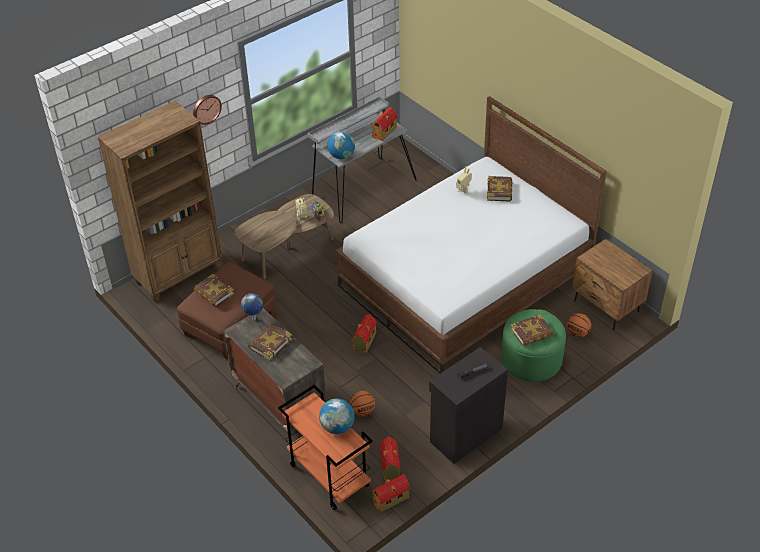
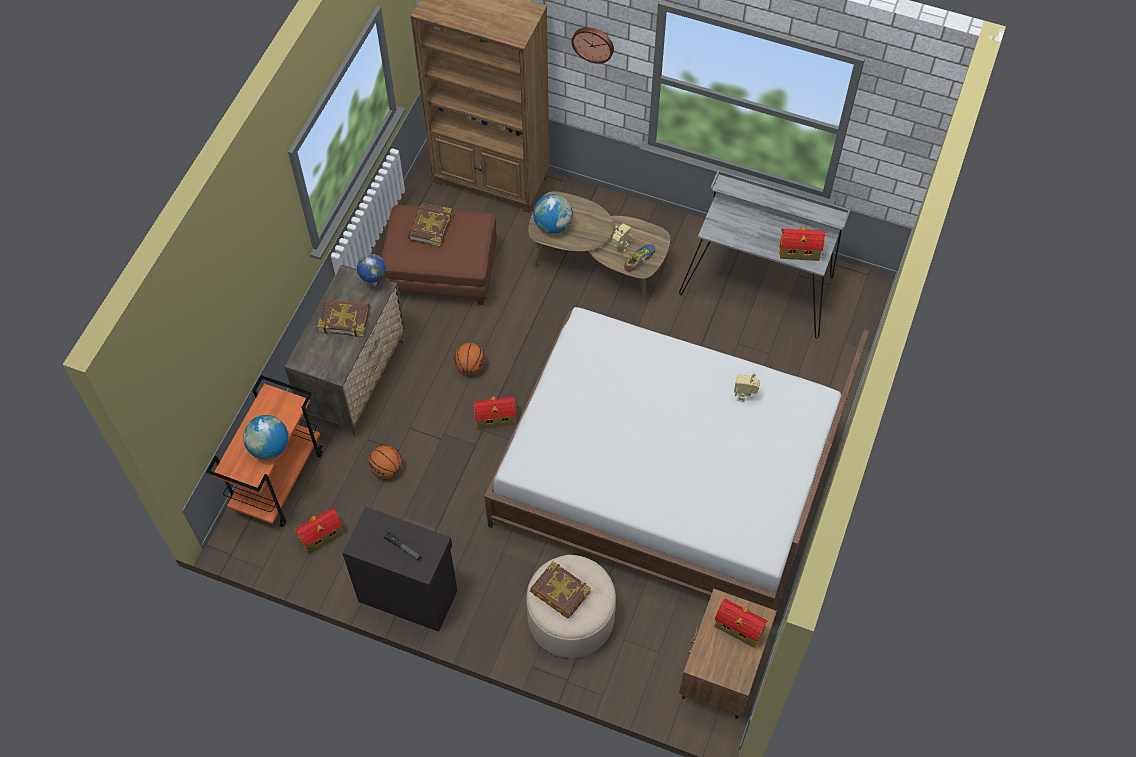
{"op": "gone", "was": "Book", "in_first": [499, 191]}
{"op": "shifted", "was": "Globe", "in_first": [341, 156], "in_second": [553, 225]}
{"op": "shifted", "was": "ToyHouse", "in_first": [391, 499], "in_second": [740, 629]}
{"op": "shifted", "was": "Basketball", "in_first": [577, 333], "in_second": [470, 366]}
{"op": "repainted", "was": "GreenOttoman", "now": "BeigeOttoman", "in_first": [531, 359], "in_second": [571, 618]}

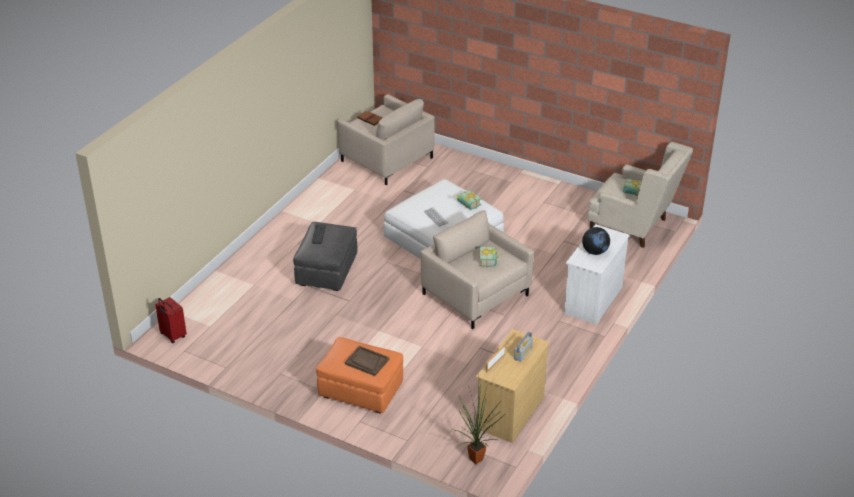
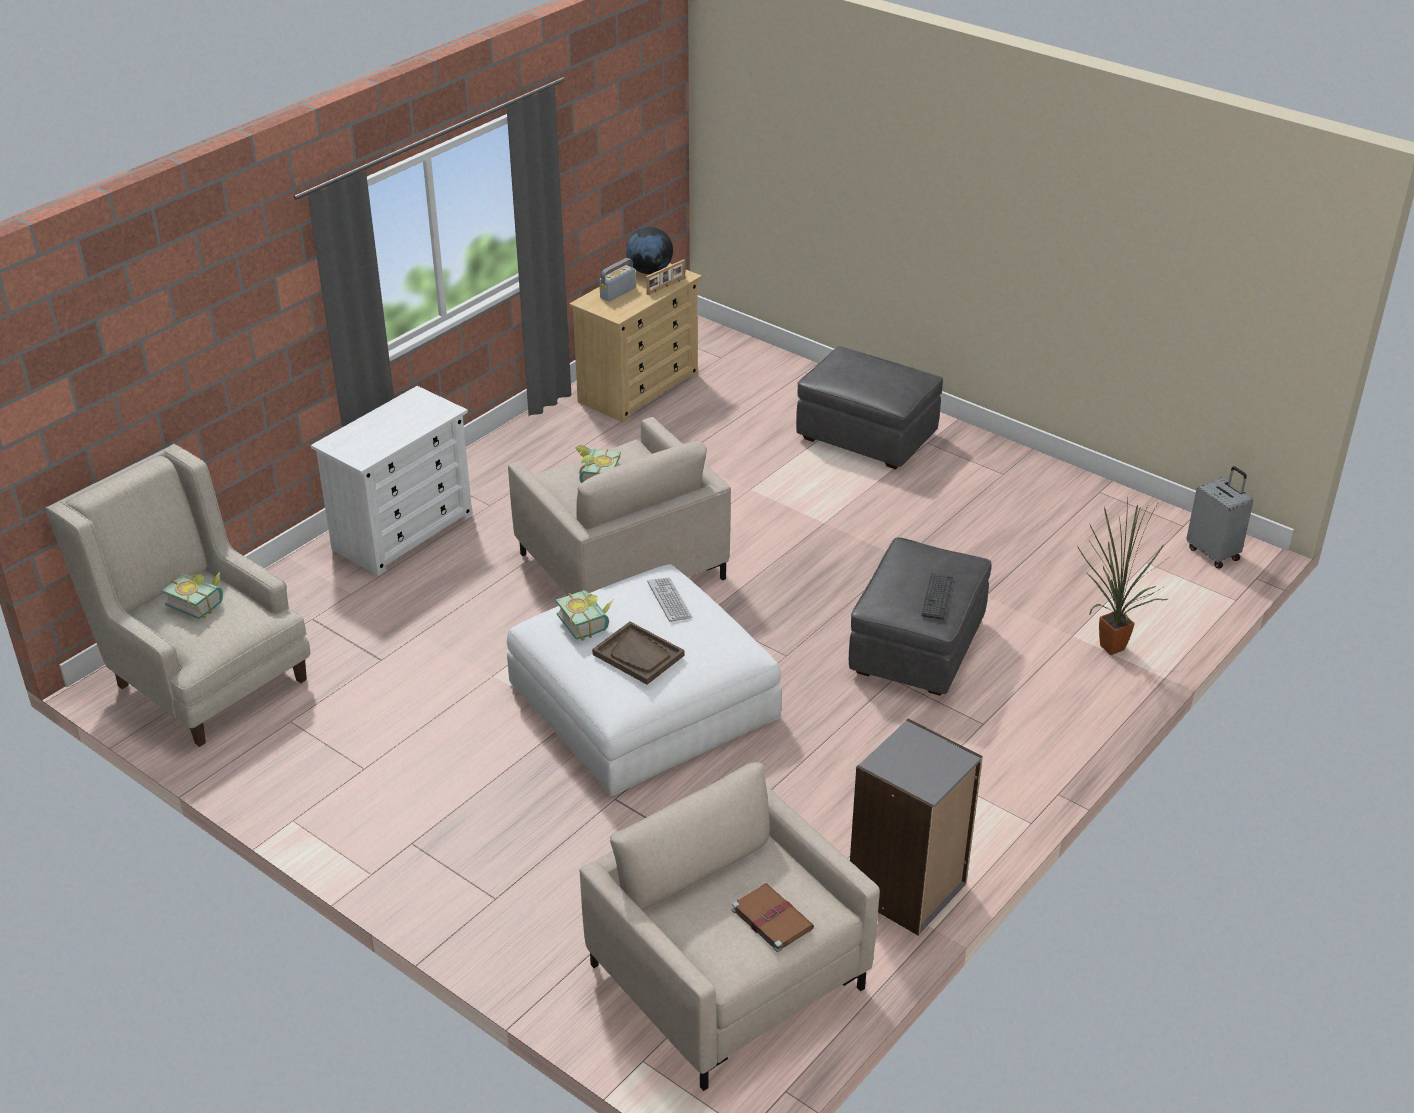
{"op": "new", "now": "GreyBookcase", "in_second": [908, 890]}
{"op": "shifted", "was": "BrownTray", "in_first": [367, 362], "in_second": [638, 655]}
{"op": "shifted", "was": "PottedPlant", "in_first": [478, 459], "in_second": [1108, 649]}
{"op": "shifted", "was": "Globe", "in_first": [595, 252], "in_second": [649, 271]}
{"op": "repainted", "was": "RedSuitcase", "now": "GreySuitcase", "in_first": [172, 336], "in_second": [1214, 553]}
{"op": "repainted", "was": "OrangeOttoman", "now": "GreyOttoman", "in_first": [361, 391], "in_second": [867, 437]}

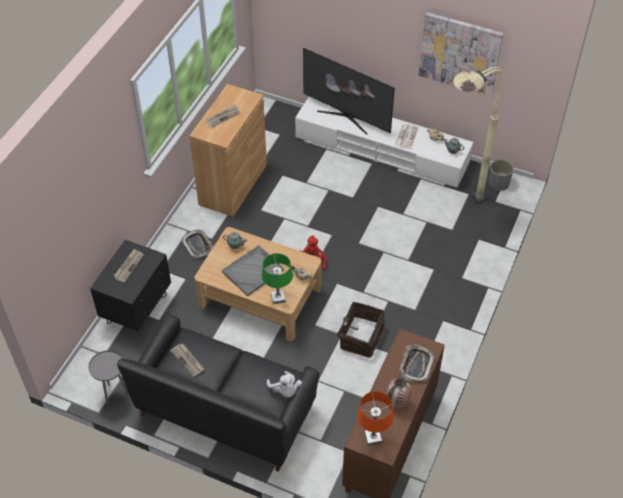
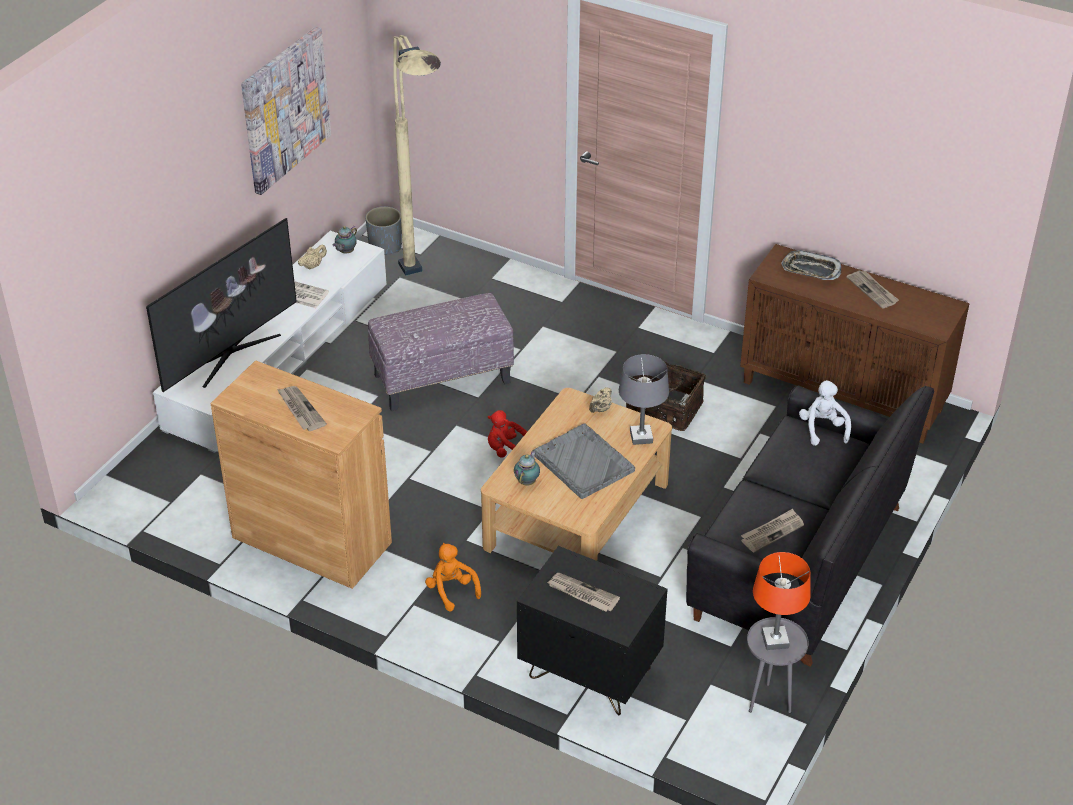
{"op": "new", "now": "Ottoman", "in_second": [442, 378]}
{"op": "shifted", "was": "OrangeTableLamp", "in_first": [373, 438], "in_second": [775, 640]}
{"op": "swapped", "was": "Tray", "now": "OrangePlushToy", "in_first": [198, 245], "in_second": [451, 590]}
{"op": "swapped", "was": "Vase", "now": "Newspaper", "in_first": [397, 403], "in_second": [873, 290]}
{"op": "repainted", "was": "GreenTableLamp", "now": "GreyTableLamp", "in_first": [278, 298], "in_second": [641, 437]}
{"op": "rotated", "was": "WhitePlushToy", "in_first": [285, 390], "in_second": [823, 429], "clockwise": -75}

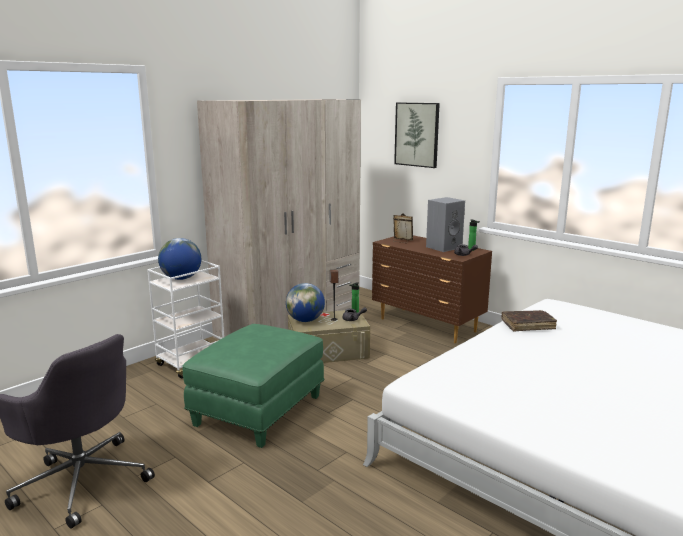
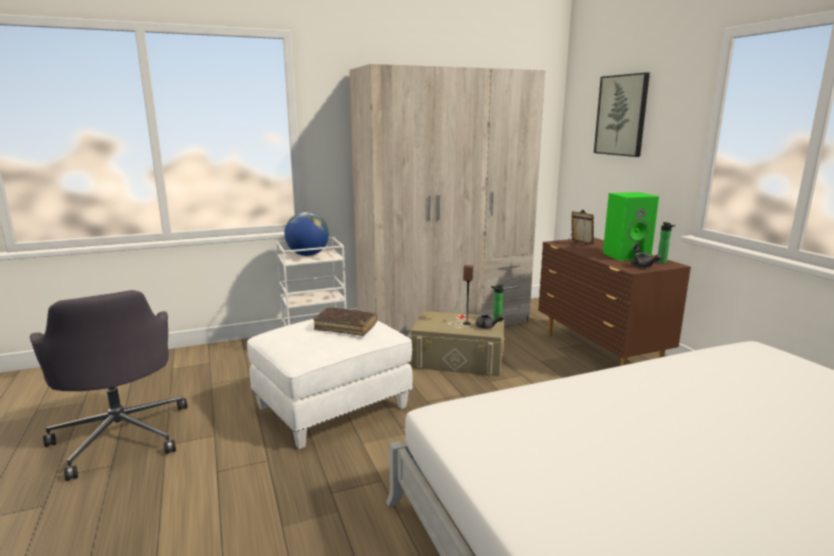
{"op": "gone", "was": "Globe", "in_first": [305, 320]}
{"op": "shifted", "was": "BrownBook", "in_first": [527, 325], "in_second": [346, 327]}
{"op": "repainted", "was": "GreenOttoman", "now": "WhiteOttoman", "in_first": [258, 409], "in_second": [333, 406]}
{"op": "repainted", "was": "GreySpeaker", "now": "GreenSpeaker", "in_first": [444, 247], "in_second": [626, 255]}

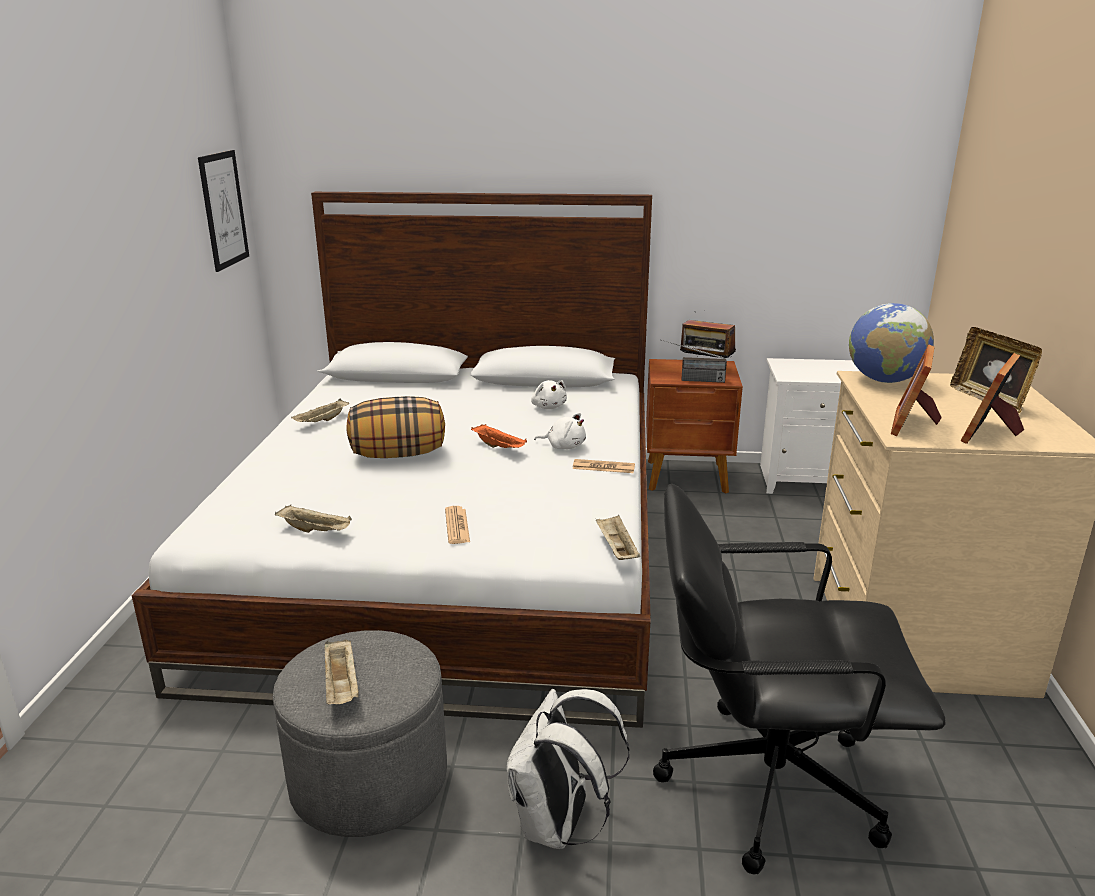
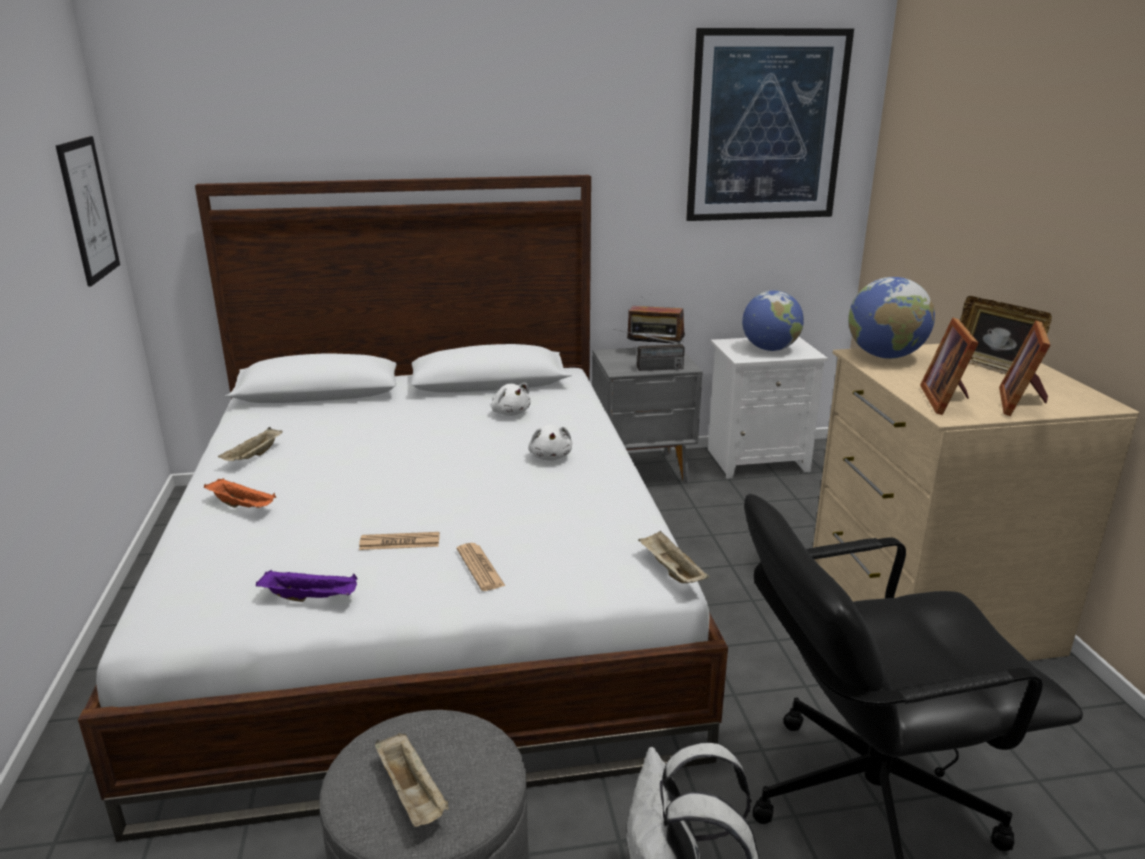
{"op": "gone", "was": "Pillow", "in_first": [398, 454]}
{"op": "new", "now": "Picture", "in_second": [766, 127]}
{"op": "new", "now": "Globe", "in_second": [770, 349]}
{"op": "shifted", "was": "OrangeTray", "in_first": [500, 447], "in_second": [243, 506]}
{"op": "shifted", "was": "Newspaper", "in_first": [603, 467], "in_second": [400, 542]}
{"op": "repainted", "was": "BeigeTray", "now": "PurpleTray", "in_first": [316, 530], "in_second": [311, 597]}
{"op": "repainted", "was": "BrownNightstand", "now": "GreyNightstand", "in_first": [688, 477], "in_second": [643, 471]}
{"op": "rotated", "was": "WhitePlushToy", "in_first": [564, 446], "in_second": [550, 456], "clockwise": 75}

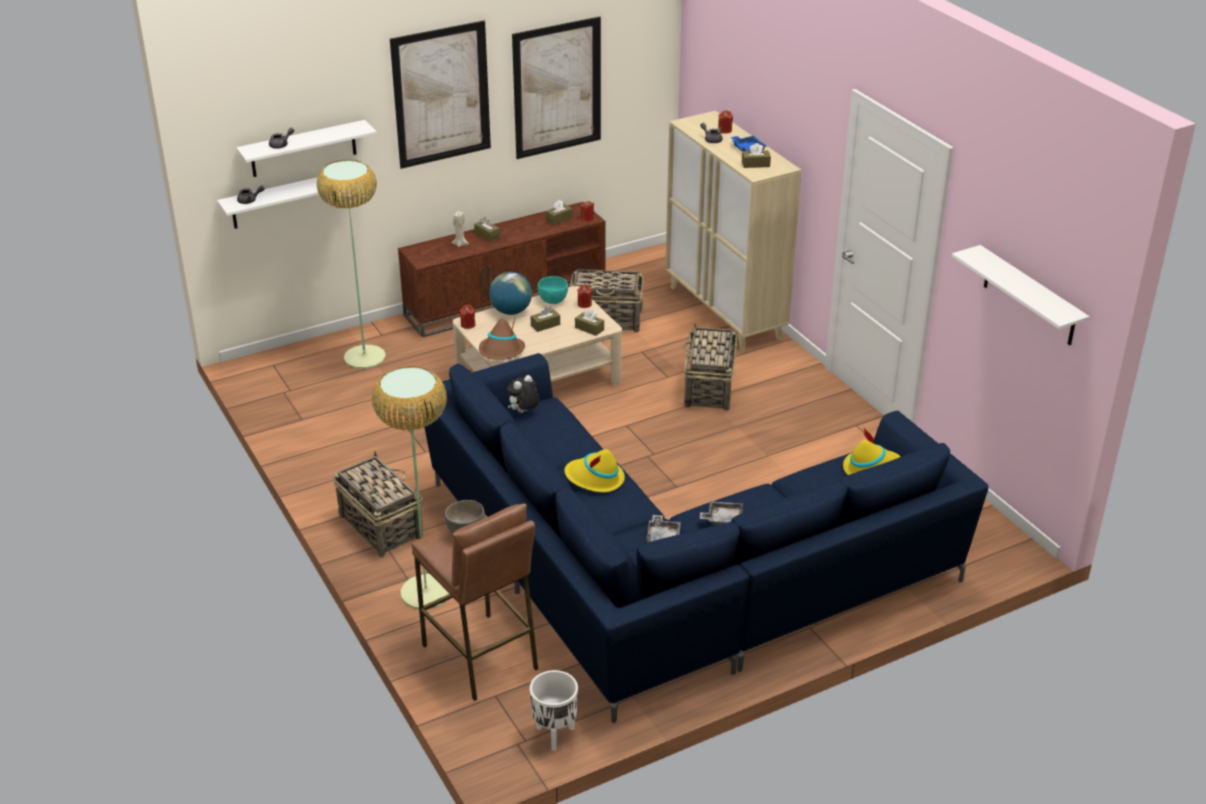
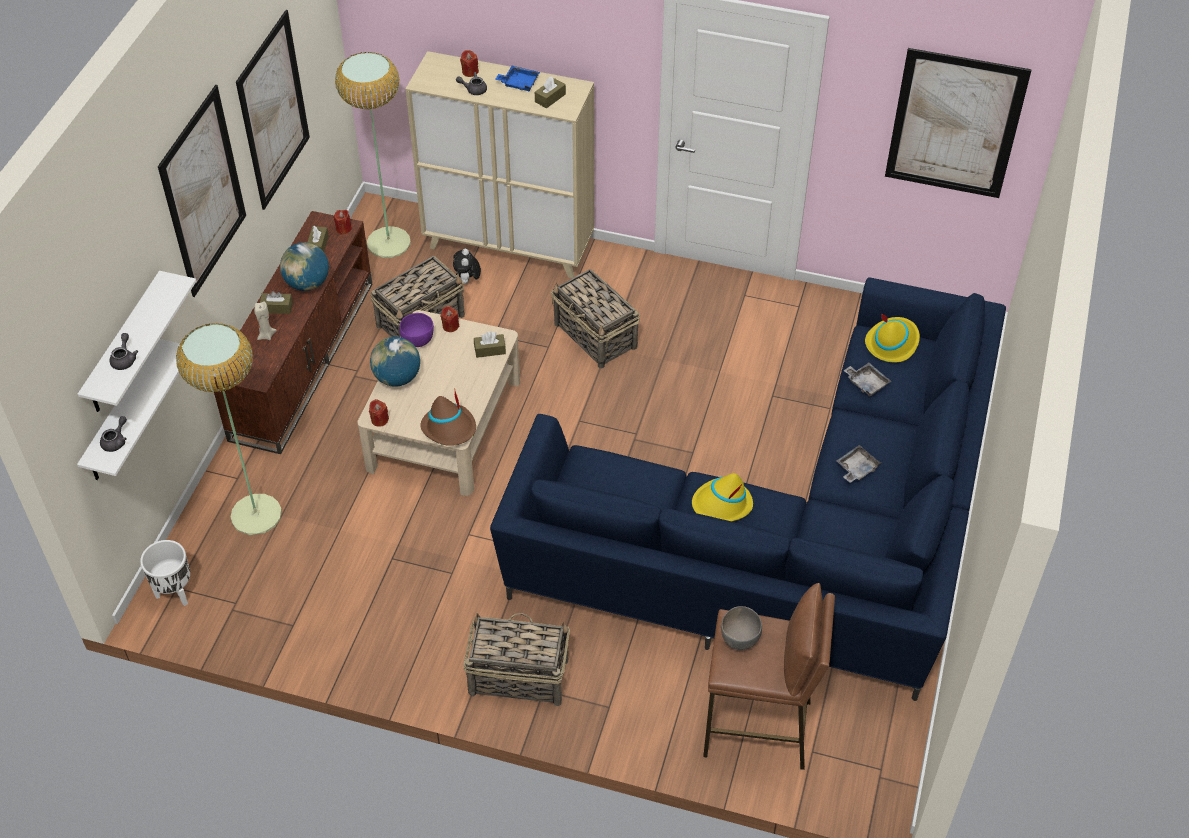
{"op": "gone", "was": "BrownTissueBox", "in_first": [545, 325]}
{"op": "new", "now": "Globe", "in_second": [307, 284]}
{"op": "shifted", "was": "FloorLamp", "in_first": [425, 592], "in_second": [388, 243]}
{"op": "shifted", "was": "PlushToy", "in_first": [523, 412], "in_second": [467, 281]}
{"op": "shifted", "was": "WhitePlanter", "in_first": [554, 735], "in_second": [175, 593]}
{"op": "shifted", "was": "GreyTray", "in_first": [663, 537], "in_second": [866, 383]}
{"op": "swapped", "was": "WhiteShelf", "now": "Picture", "in_first": [1029, 297], "in_second": [955, 124]}
{"op": "repainted", "was": "TurquoiseBowl", "now": "PurpleBowl", "in_first": [552, 301], "in_second": [417, 341]}

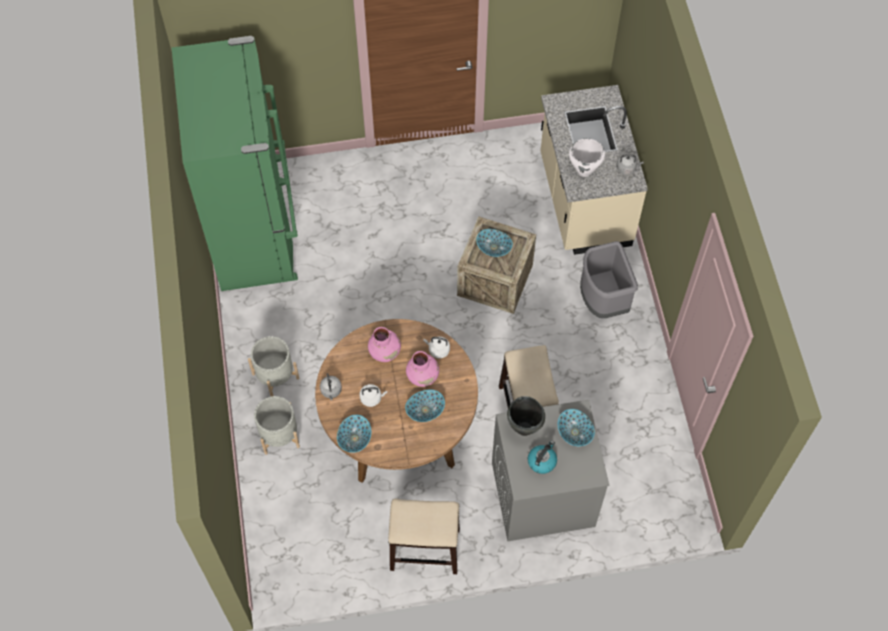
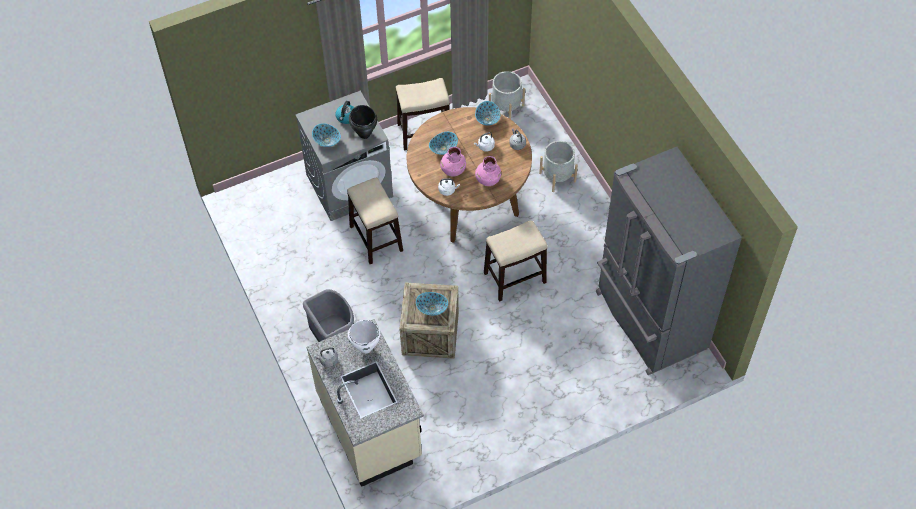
{"op": "new", "now": "Stool", "in_second": [514, 278]}
{"op": "shifted", "was": "GreyPlanter", "in_first": [275, 376], "in_second": [506, 108]}
{"op": "repainted", "was": "GreenFridge", "now": "GreyFridge", "in_first": [256, 234], "in_second": [648, 321]}

